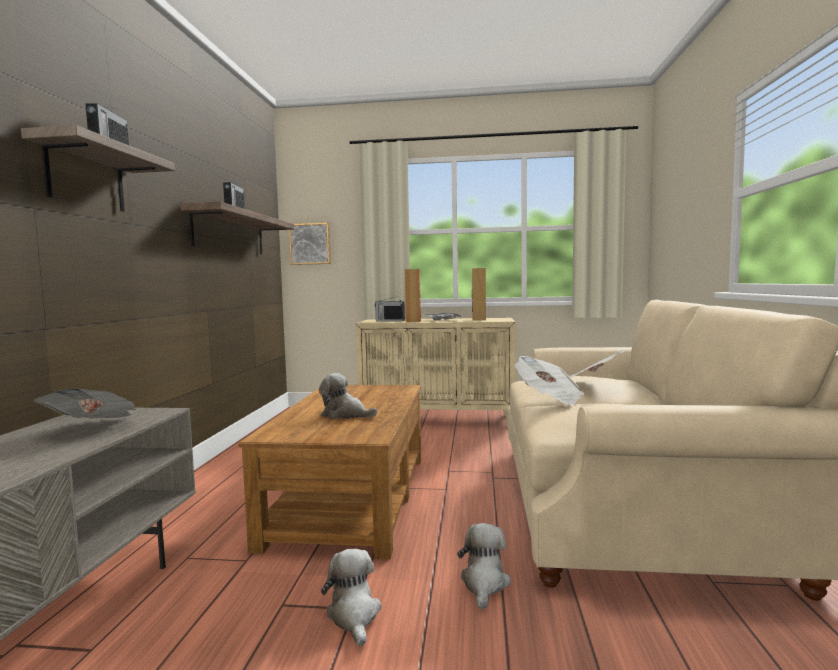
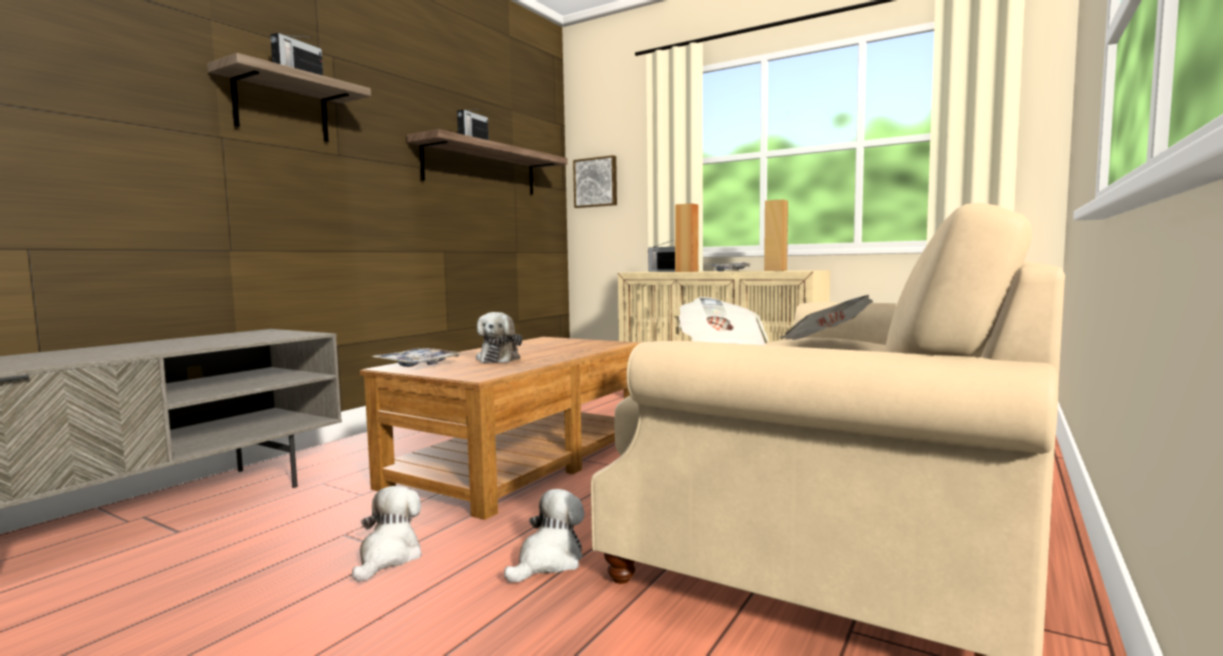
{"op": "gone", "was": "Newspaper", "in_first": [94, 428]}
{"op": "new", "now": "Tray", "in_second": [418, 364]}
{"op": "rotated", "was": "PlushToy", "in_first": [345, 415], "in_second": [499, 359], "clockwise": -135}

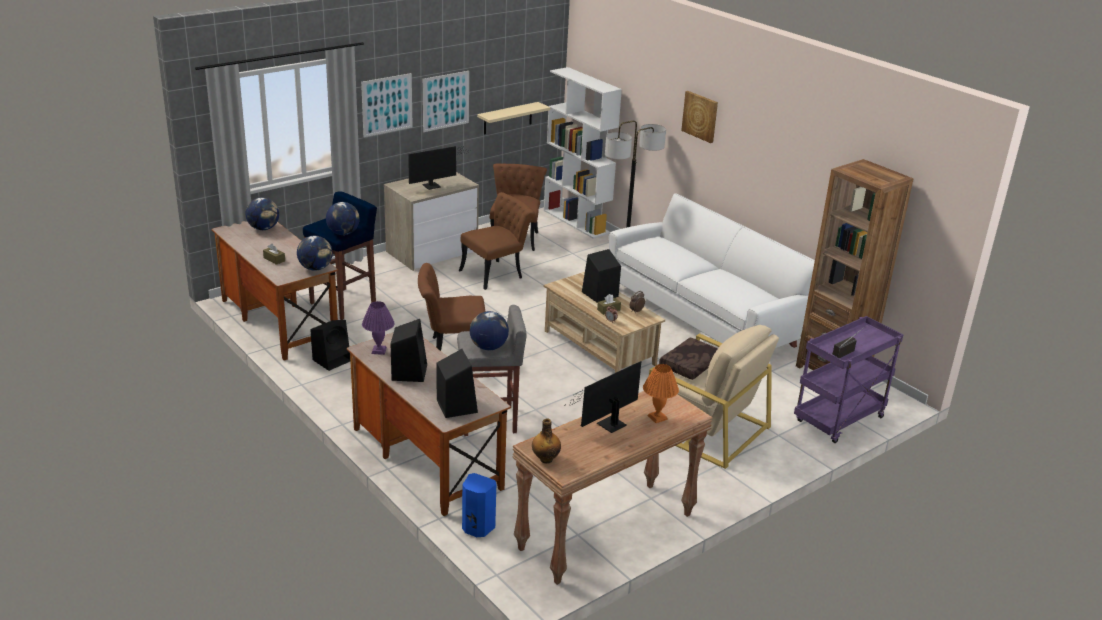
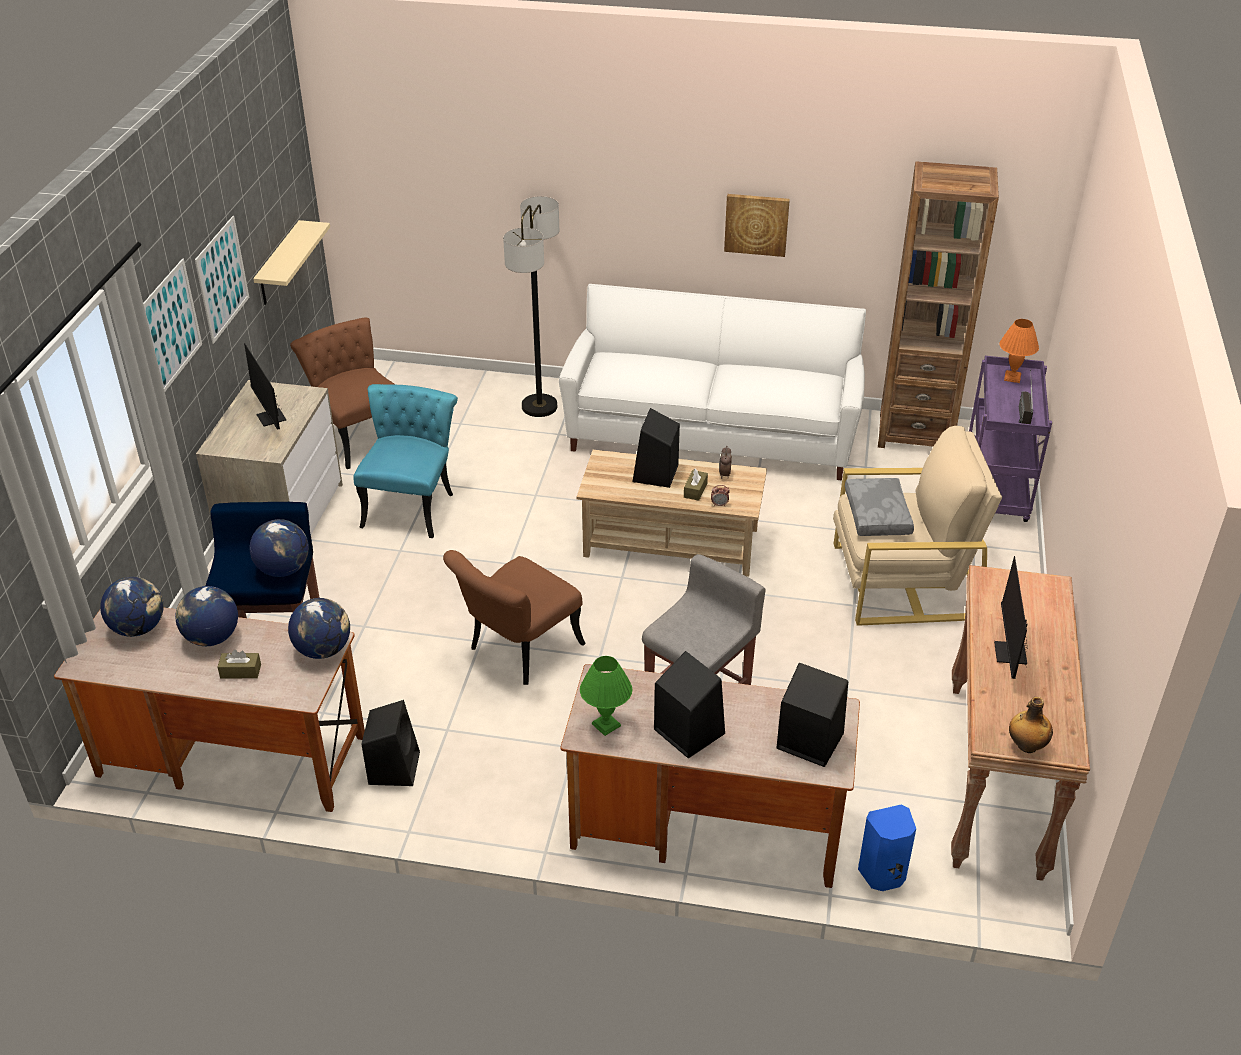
{"op": "gone", "was": "WhiteBookcase", "in_first": [577, 222]}
{"op": "shifted", "was": "Globe", "in_first": [488, 347], "in_second": [212, 638]}
{"op": "shifted", "was": "OrangeTableLamp", "in_first": [657, 418], "in_second": [1012, 378]}
{"op": "shifted", "was": "Picture", "in_first": [700, 116], "in_second": [756, 224]}
{"op": "repainted", "was": "PurpleTableLamp", "now": "GreenTableLamp", "in_first": [379, 351], "in_second": [607, 725]}
{"op": "repainted", "was": "BrownChair", "now": "TurquoiseChair", "in_first": [497, 273], "in_second": [412, 504]}
{"op": "repainted", "was": "BrownPillow", "now": "GreyPillow", "in_first": [691, 365], "in_second": [878, 515]}
{"op": "rotated", "was": "Monitor", "in_first": [434, 185], "in_second": [271, 420], "clockwise": 135}

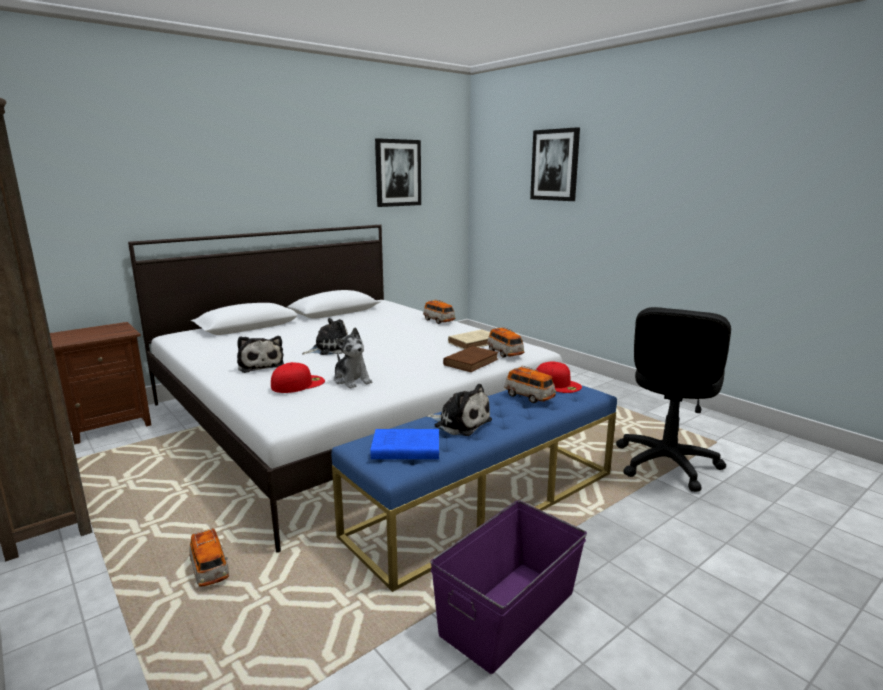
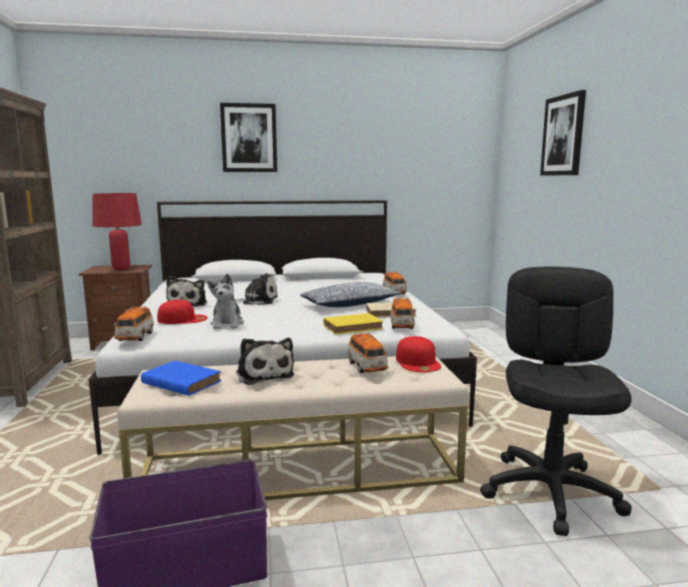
{"op": "new", "now": "RedTableLamp", "in_second": [121, 269]}
{"op": "new", "now": "Pillow", "in_second": [349, 304]}
{"op": "shifted", "was": "ToyCar", "in_first": [210, 570], "in_second": [135, 337]}
{"op": "shifted", "was": "Picture", "in_first": [398, 173], "in_second": [249, 138]}
{"op": "repainted", "was": "BlueBench", "now": "BeigeBench", "in_first": [486, 503], "in_second": [300, 470]}
{"op": "repainted", "was": "BrownBook", "now": "YellowBook", "in_first": [472, 362], "in_second": [354, 327]}
{"op": "rotated", "was": "BlackOfficeChair", "in_first": [666, 464], "in_second": [550, 492], "clockwise": 135}

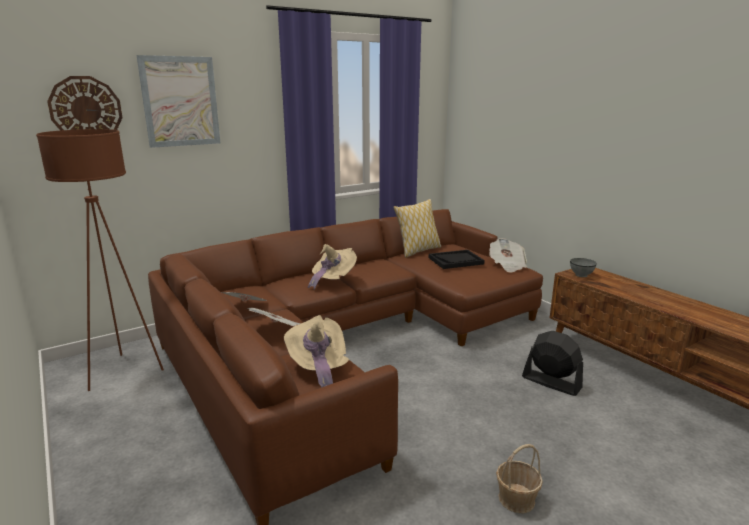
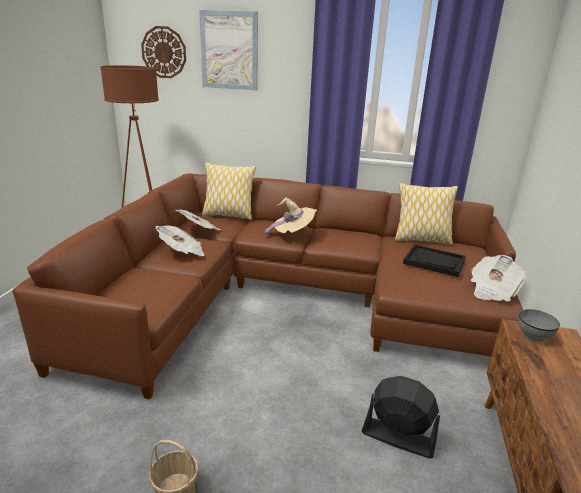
{"op": "gone", "was": "BeigeHat", "in_first": [318, 368]}
{"op": "new", "now": "Pillow", "in_second": [228, 215]}
{"op": "rotated", "was": "BlackFan", "in_first": [551, 382], "in_second": [398, 437], "clockwise": -60}

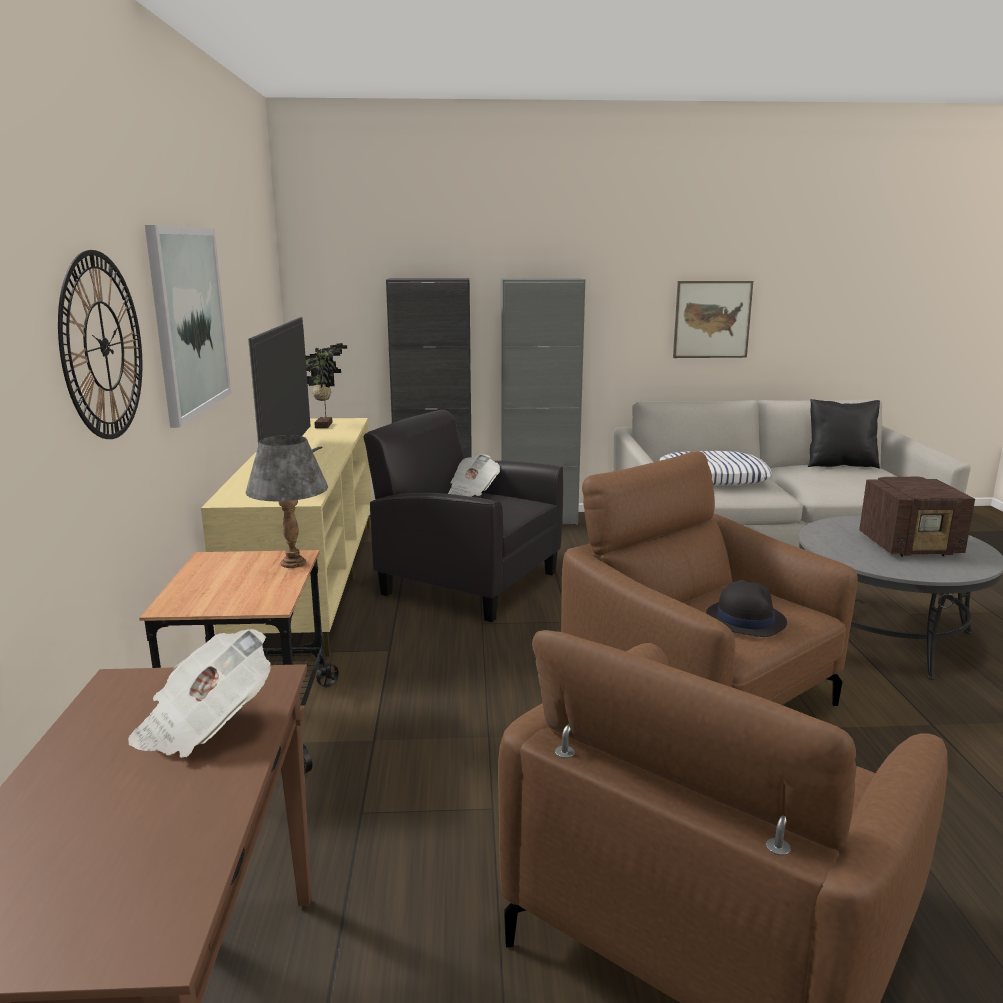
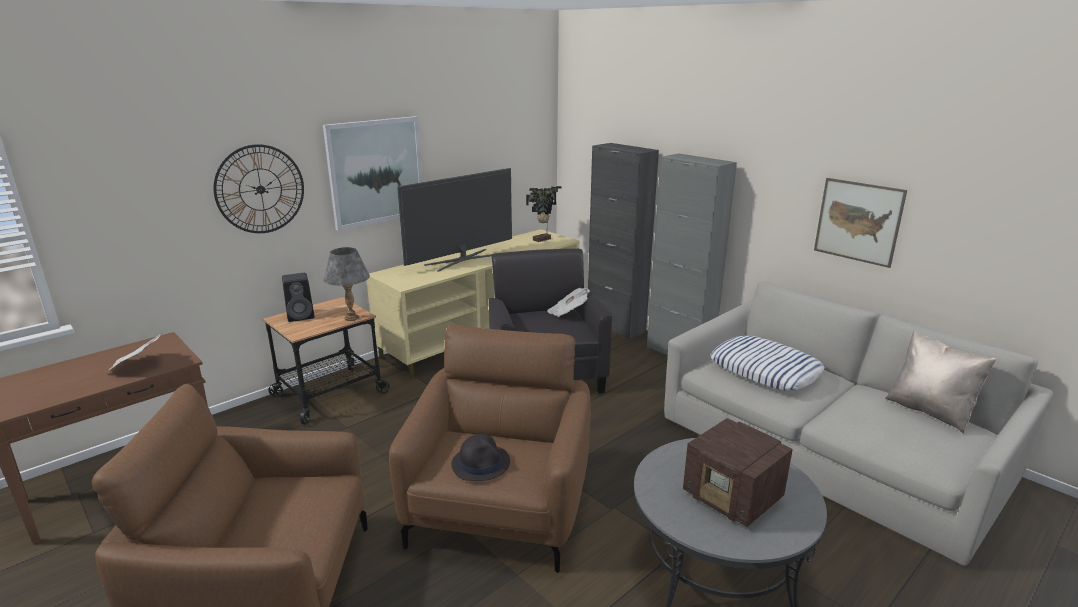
{"op": "new", "now": "BlackSpeaker", "in_second": [301, 316]}
{"op": "repainted", "was": "BlackPillow", "now": "BeigePillow", "in_first": [839, 464], "in_second": [929, 411]}

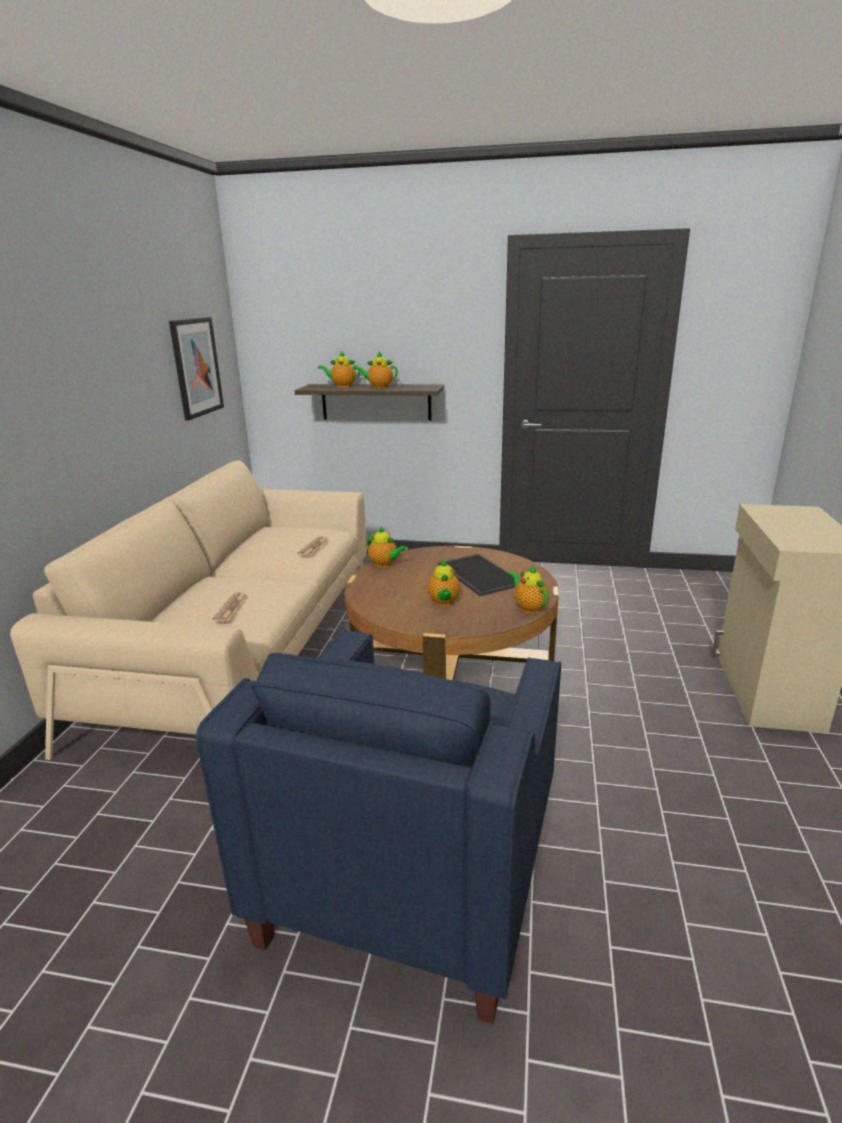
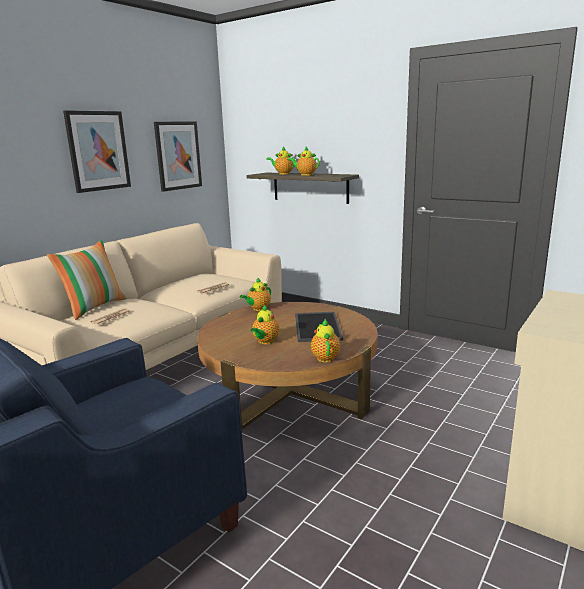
{"op": "new", "now": "Pillow", "in_second": [94, 307]}
{"op": "new", "now": "Picture", "in_second": [98, 151]}
{"op": "rotated", "was": "Teapot", "in_first": [385, 564], "in_second": [258, 309], "clockwise": 75}

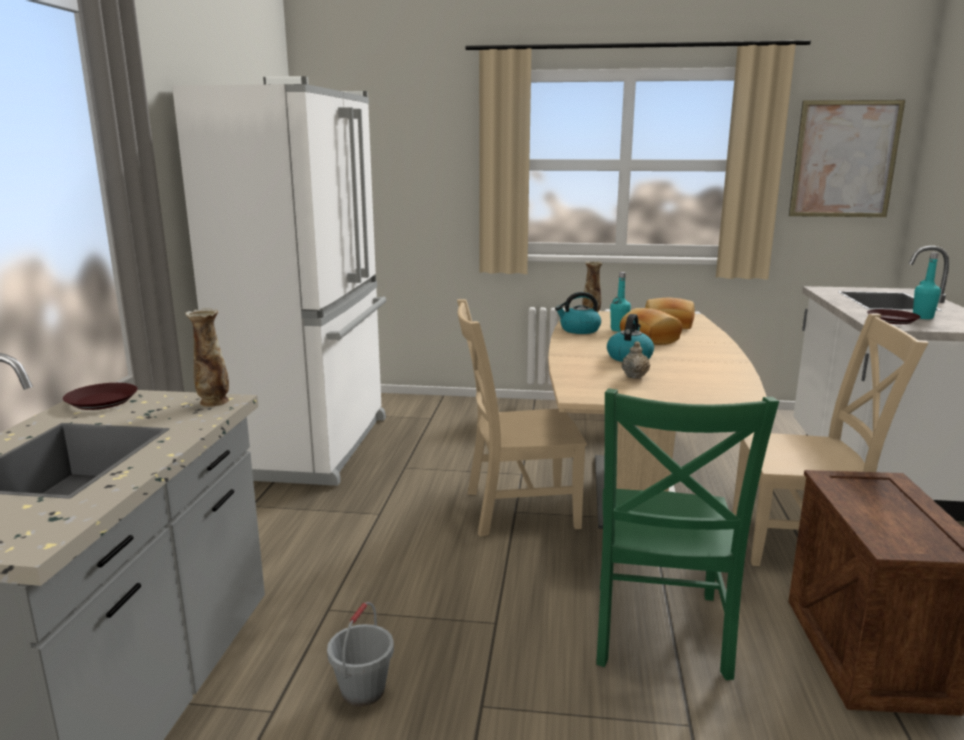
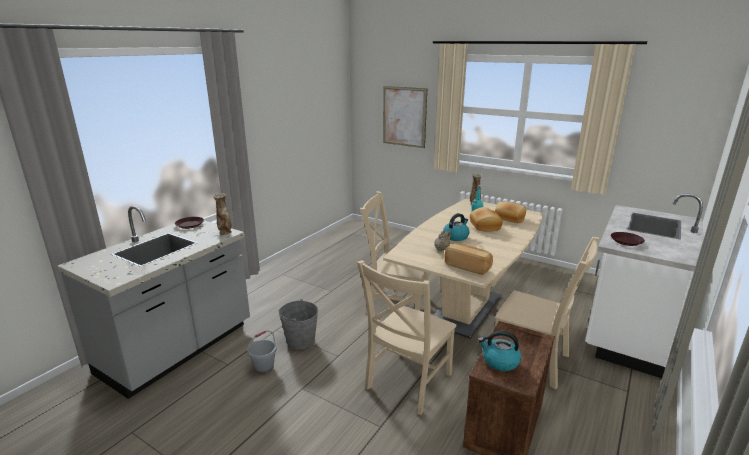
{"op": "gone", "was": "WhiteFridge", "in_first": [314, 446]}
{"op": "gone", "was": "TurquoiseBottle", "in_first": [922, 317]}
{"op": "new", "now": "GreyBucket", "in_second": [300, 341]}
{"op": "new", "now": "Bread", "in_second": [468, 266]}
{"op": "shifted", "was": "Kettle", "in_first": [579, 330], "in_second": [499, 361]}
{"op": "shifted", "was": "Picture", "in_first": [844, 159], "in_second": [404, 116]}
{"op": "repainted", "was": "GreenChair", "now": "BeigeChair", "in_first": [658, 633], "in_second": [406, 383]}

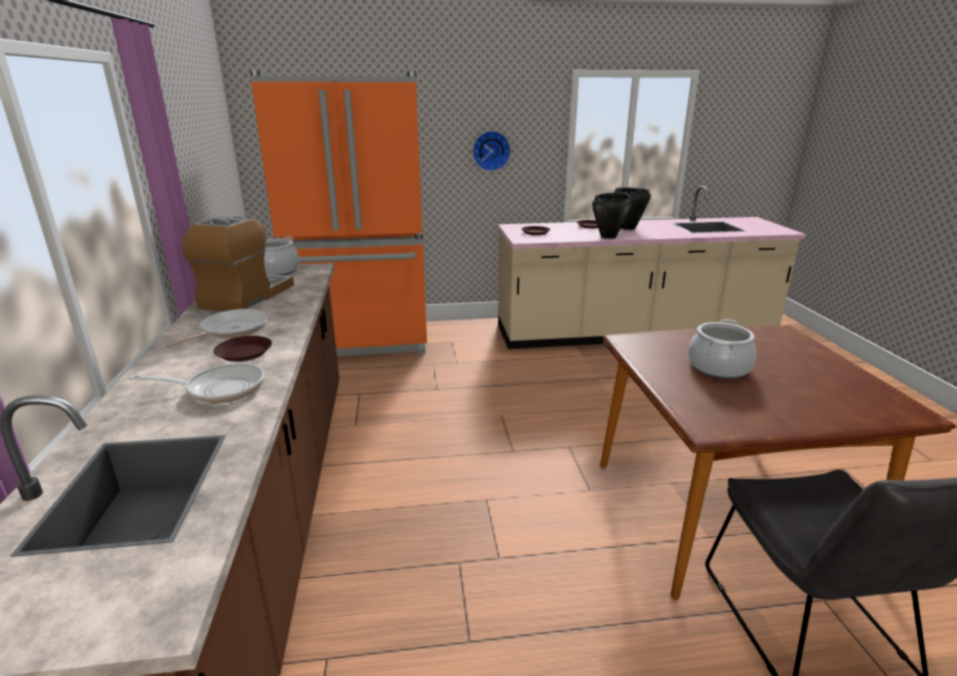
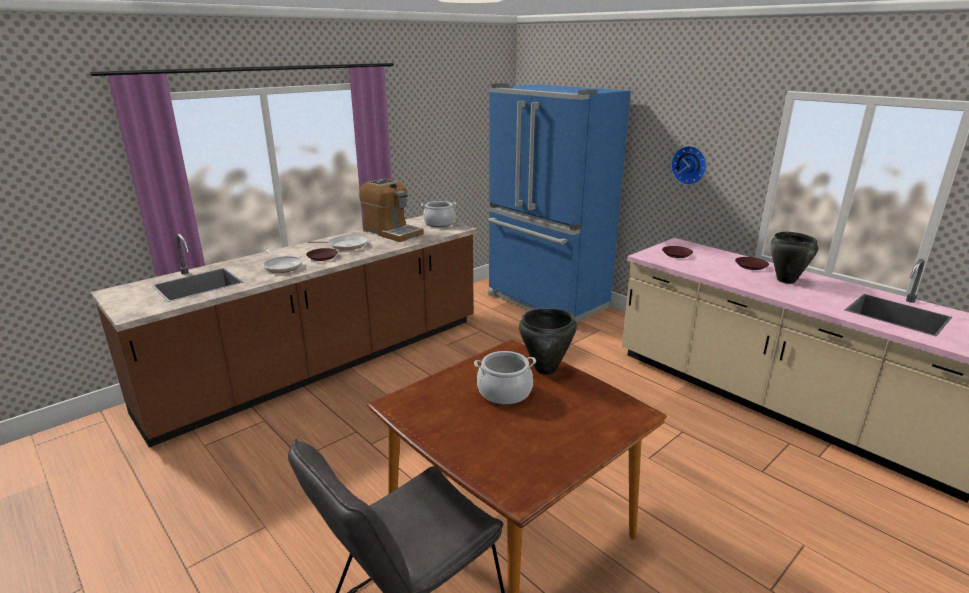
{"op": "shifted", "was": "BlackCookingPot", "in_first": [608, 236], "in_second": [546, 369]}
{"op": "repainted", "was": "OrangeFridge", "now": "BlueFridge", "in_first": [363, 342], "in_second": [546, 302]}
{"op": "rotated", "was": "CoffeeMachine", "in_first": [246, 297], "in_second": [392, 232], "clockwise": 60}

